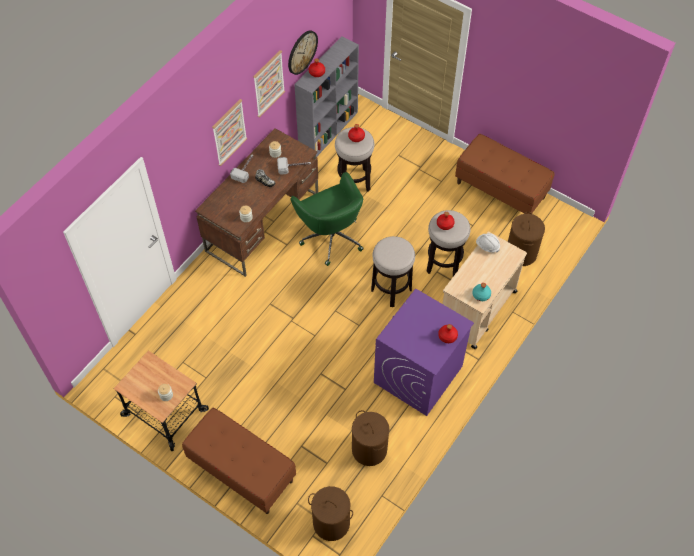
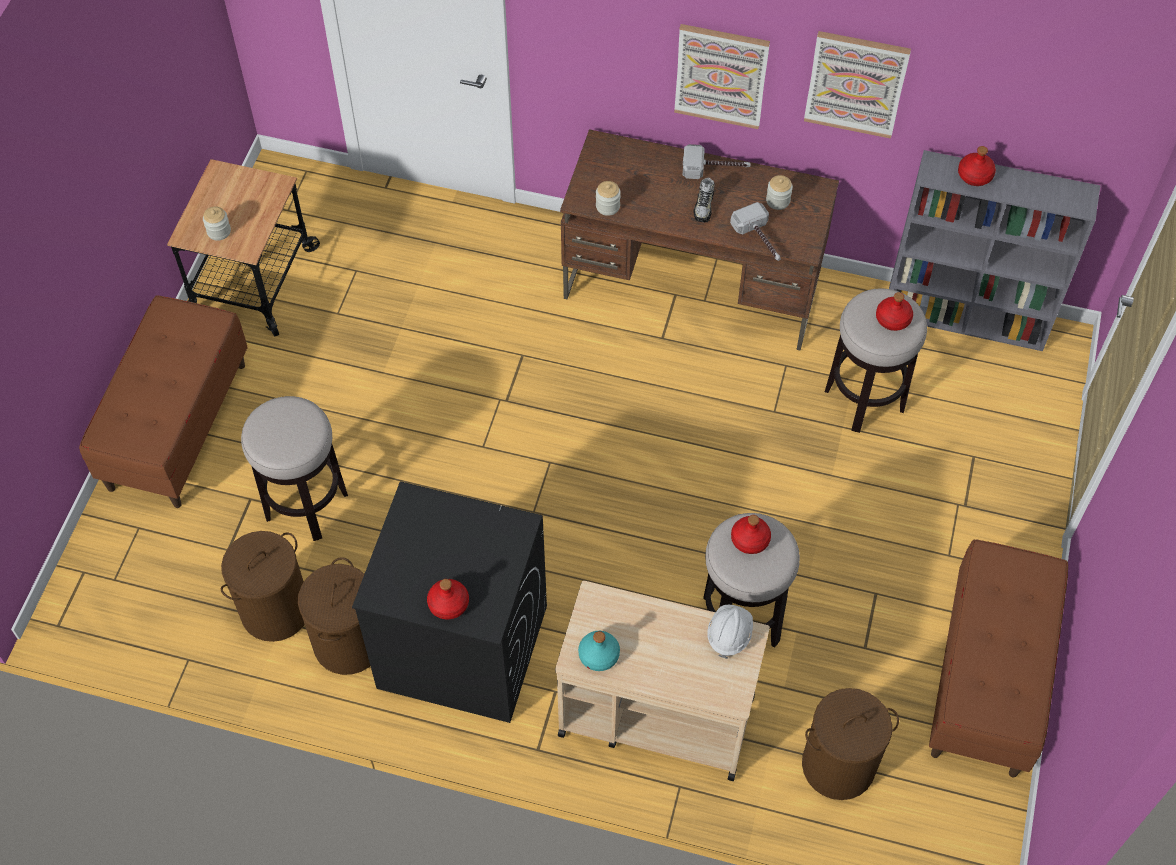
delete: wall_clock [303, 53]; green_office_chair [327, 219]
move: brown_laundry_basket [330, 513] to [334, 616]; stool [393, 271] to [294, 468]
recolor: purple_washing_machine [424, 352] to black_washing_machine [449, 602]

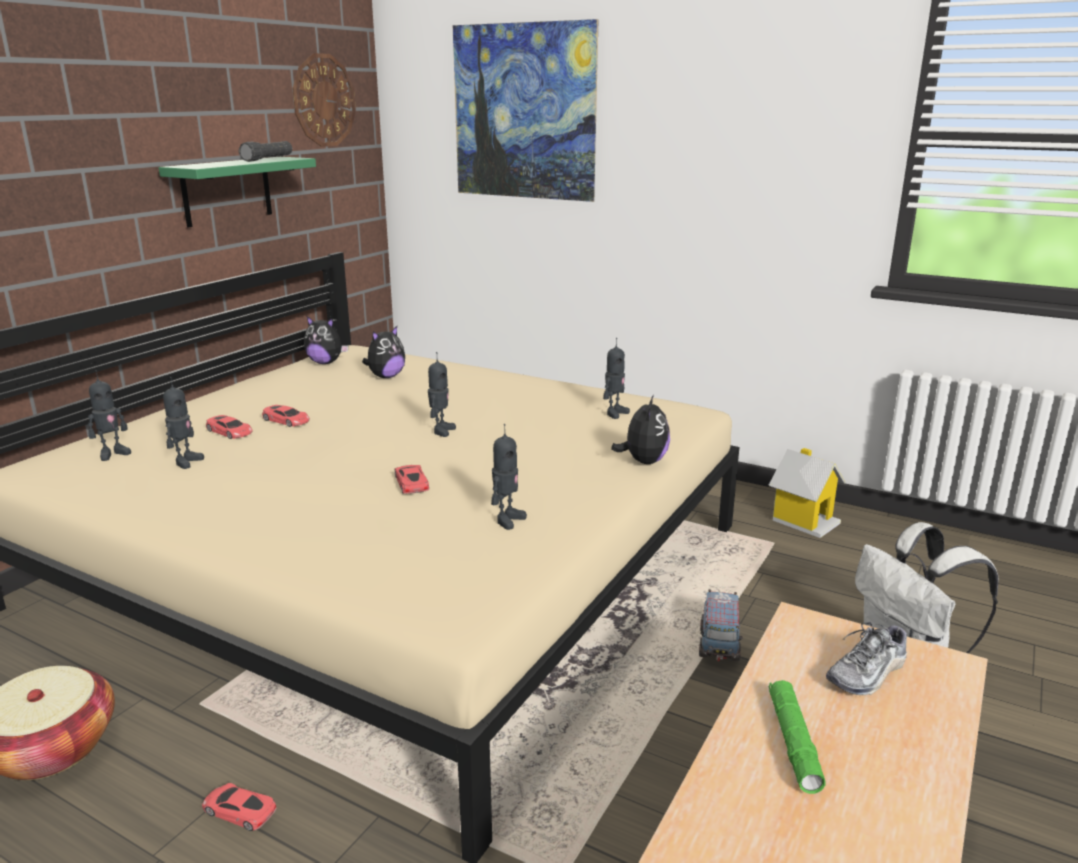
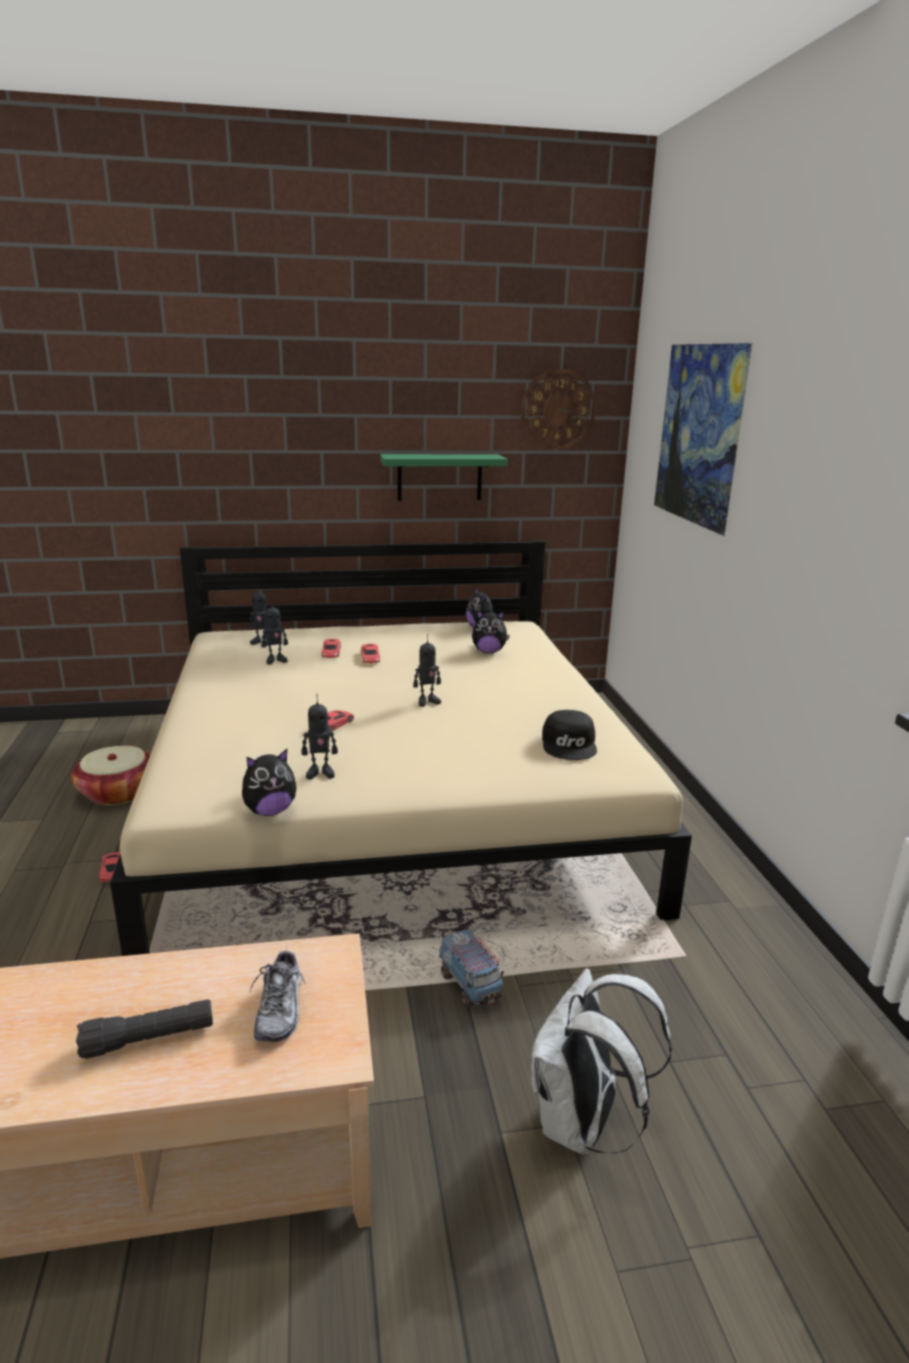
delete: toy_house [807, 493]; green_flashlight [797, 737]
move: black_flashlight [265, 151] to [144, 1029]; plush_toy [640, 429] to [269, 782]
replace: toy_robot [616, 378] to black_cap [569, 735]
rotate: toy_truck [721, 625] = [471, 967] 90 degrees counterclockwise; shoe [866, 658] = [277, 995] 105 degrees counterclockwise

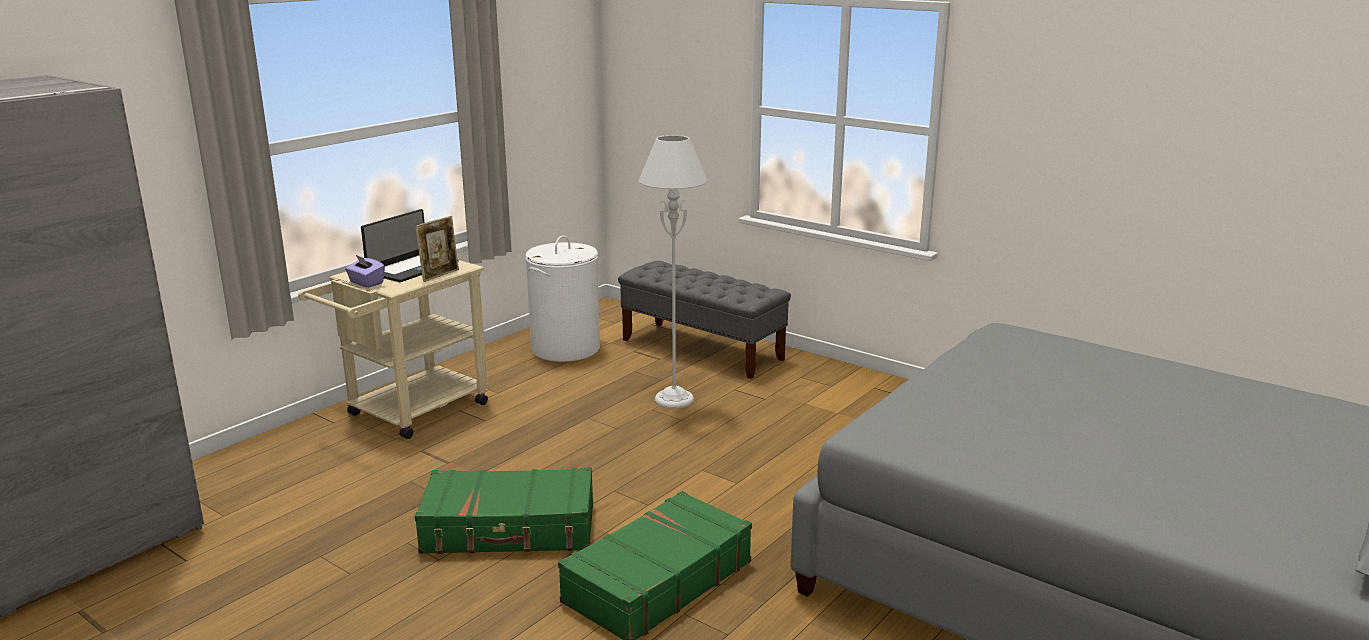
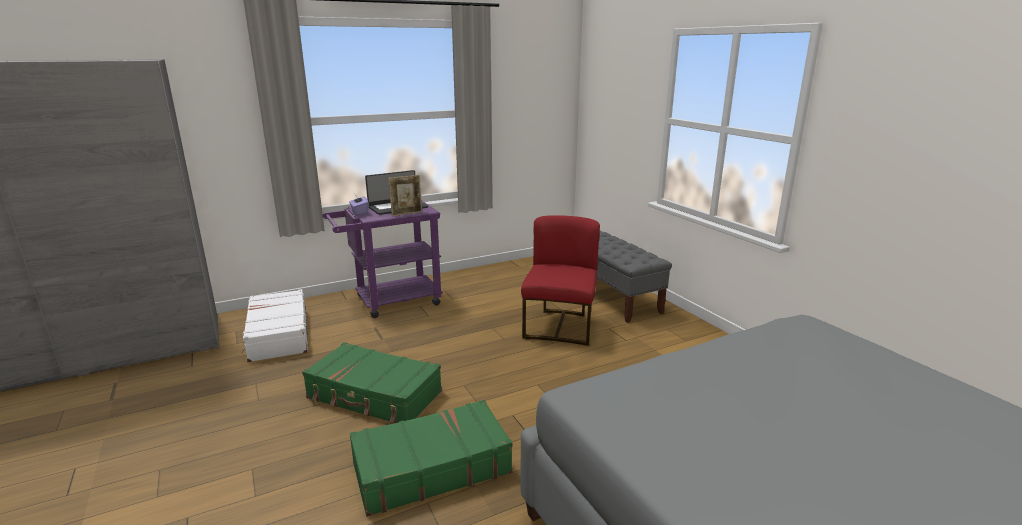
delete: white_laundry_basket [562, 299]
insert: white_suitcase [275, 325]
replace: grey_floor_lamp [673, 271] to red_chair [560, 280]
recolor: beige_cart [393, 349] to purple_cart [382, 259]

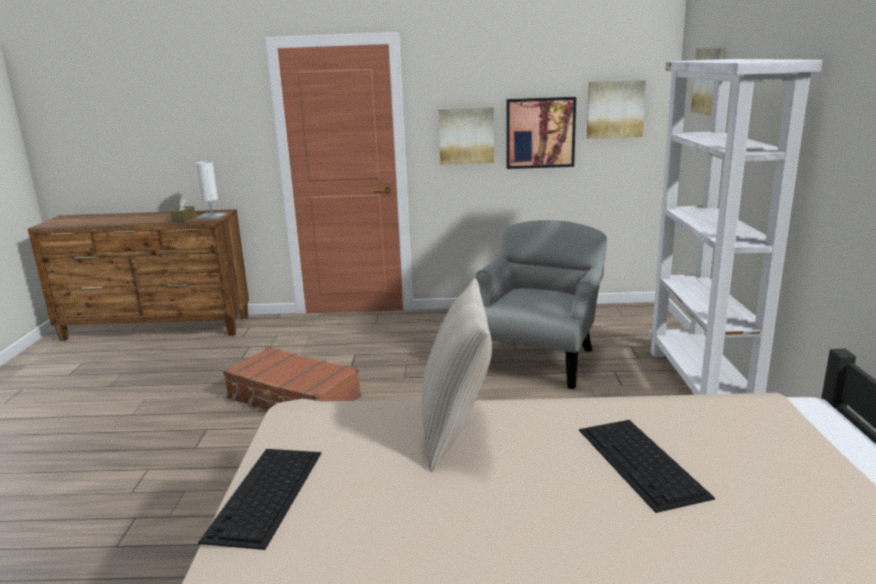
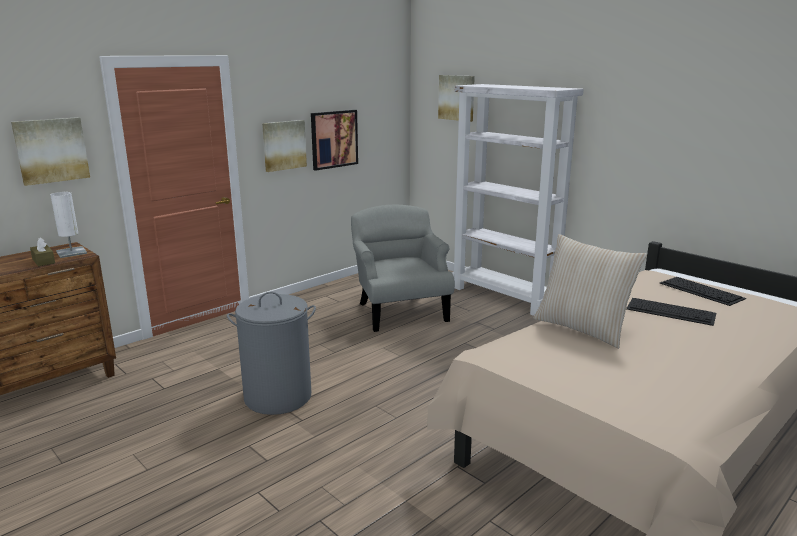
move: keyboard [259, 499] to [703, 291]; picture [616, 109] to [50, 151]
replace: brown_suitcase [292, 378] to grey_laundry_basket [271, 353]

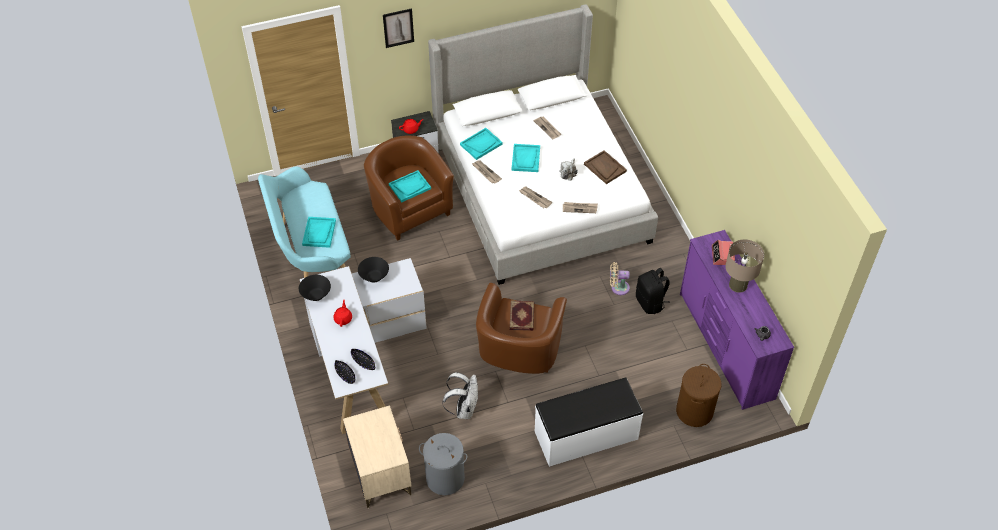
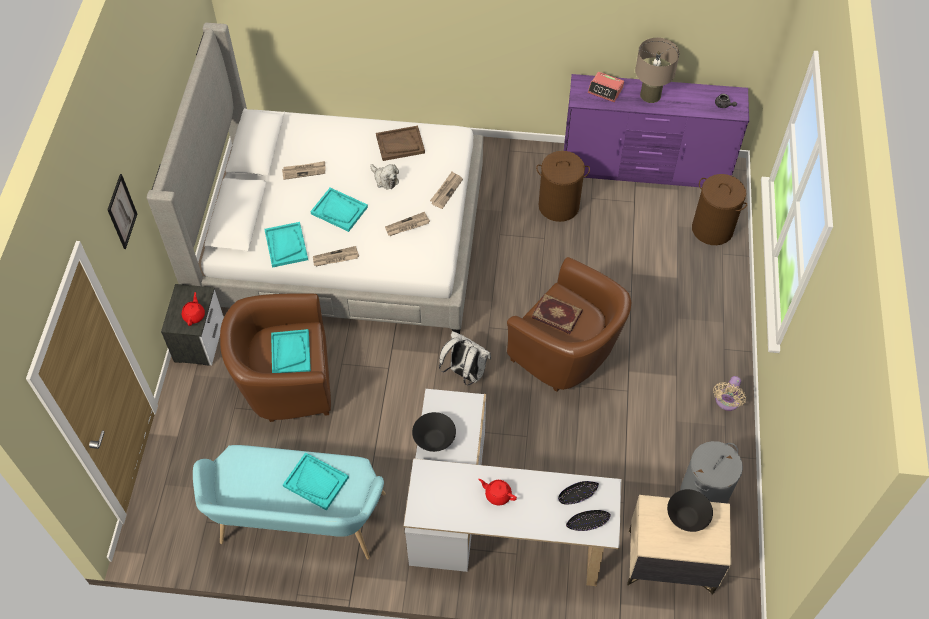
delete: white_bench [589, 422]
move: black_bowl [315, 288] to [690, 510]; white_backpack [460, 395] to [465, 358]; beige_fan [620, 278] to [729, 393]
replace: black_backpack [653, 291] to brown_laundry_basket [563, 186]

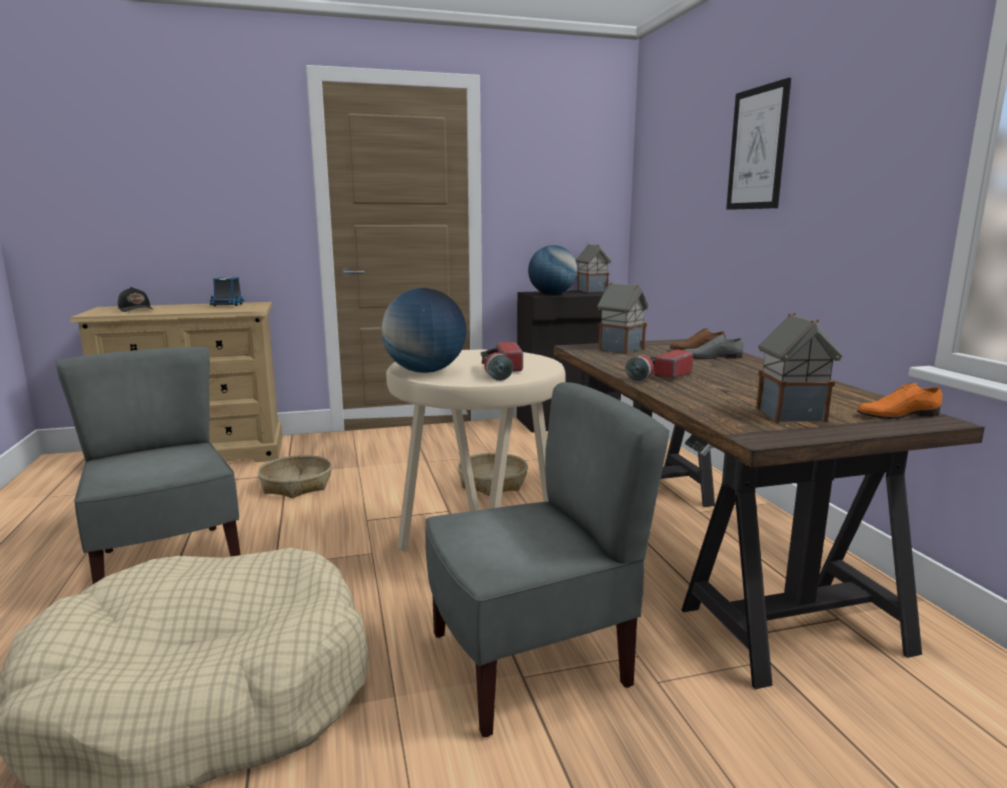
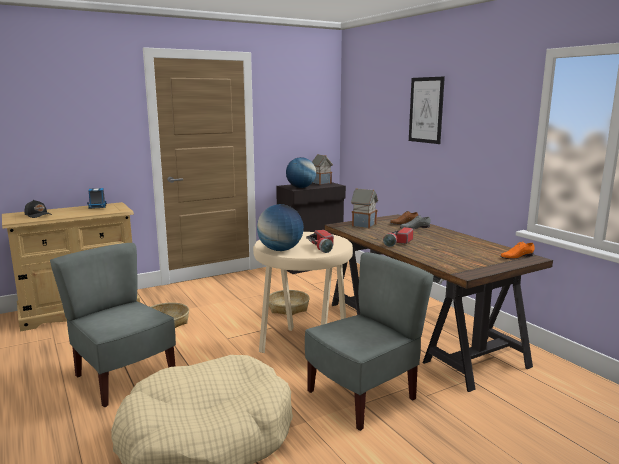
delete: toy_house [799, 367]

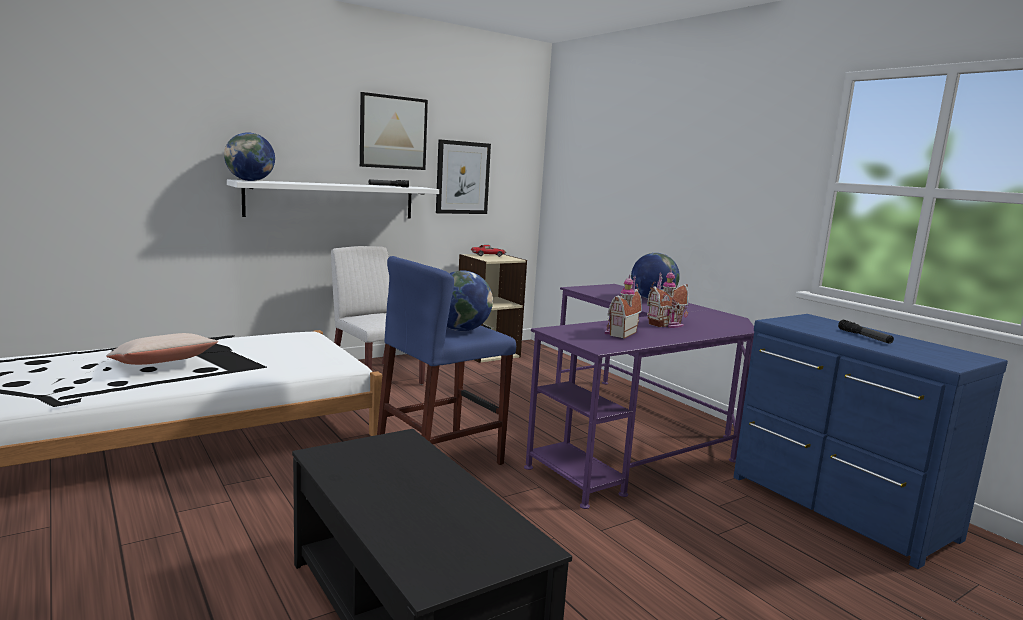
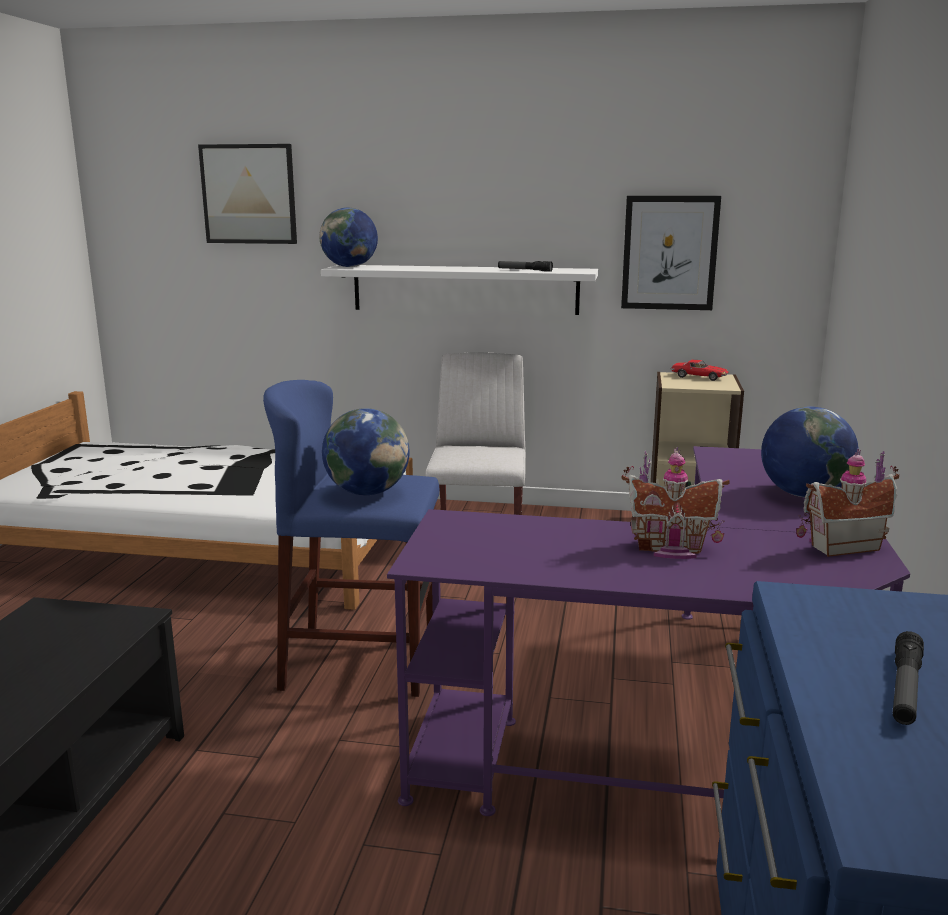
delete: beige_pillow [162, 349]
move: picture [394, 131] to [247, 194]; toy_house [623, 306] to [847, 503]

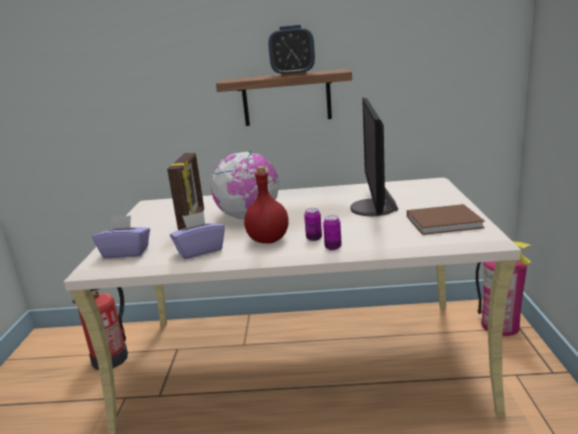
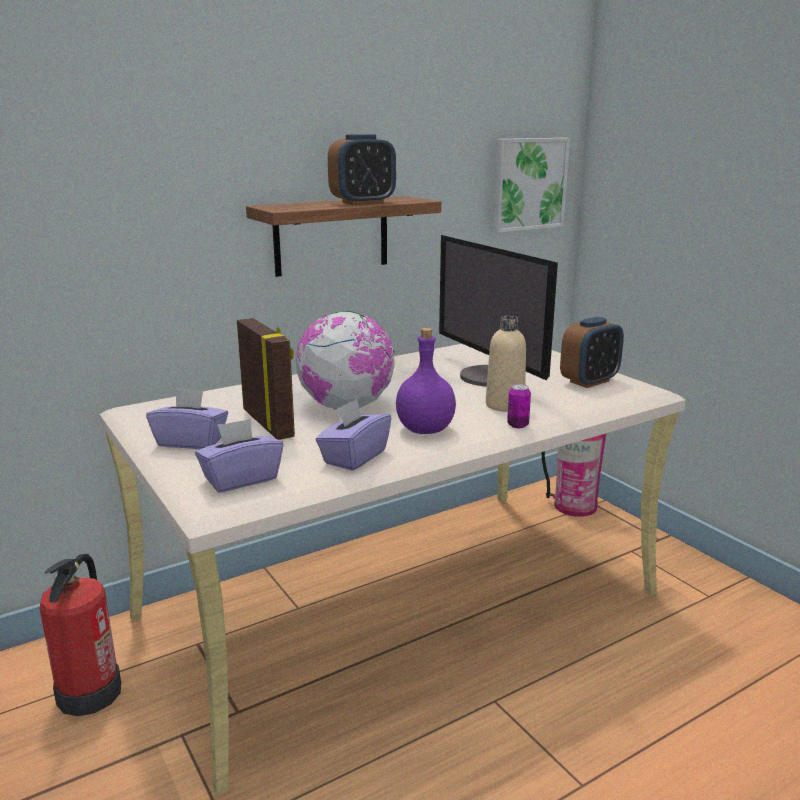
delete: can [313, 224]
insert: purple_tissue_box [187, 418]; beige_bottle [506, 364]; picture [530, 185]
replace: brown_book [446, 219] to alarm_clock [592, 352]
recolor: red_bottle [266, 204] to purple_bottle [426, 381]

